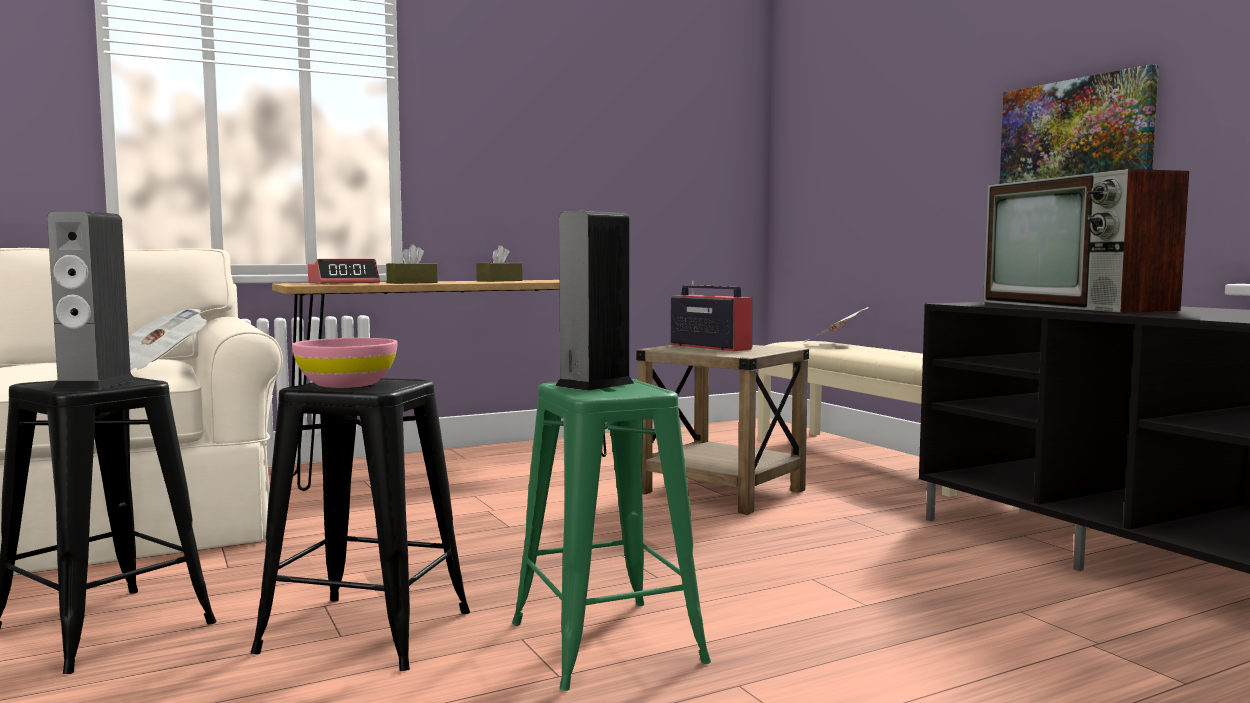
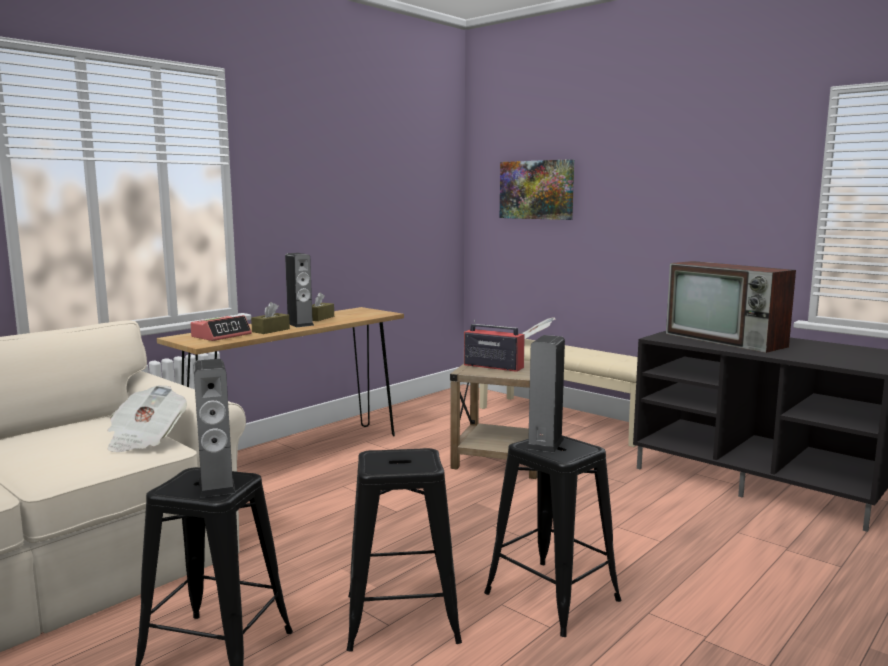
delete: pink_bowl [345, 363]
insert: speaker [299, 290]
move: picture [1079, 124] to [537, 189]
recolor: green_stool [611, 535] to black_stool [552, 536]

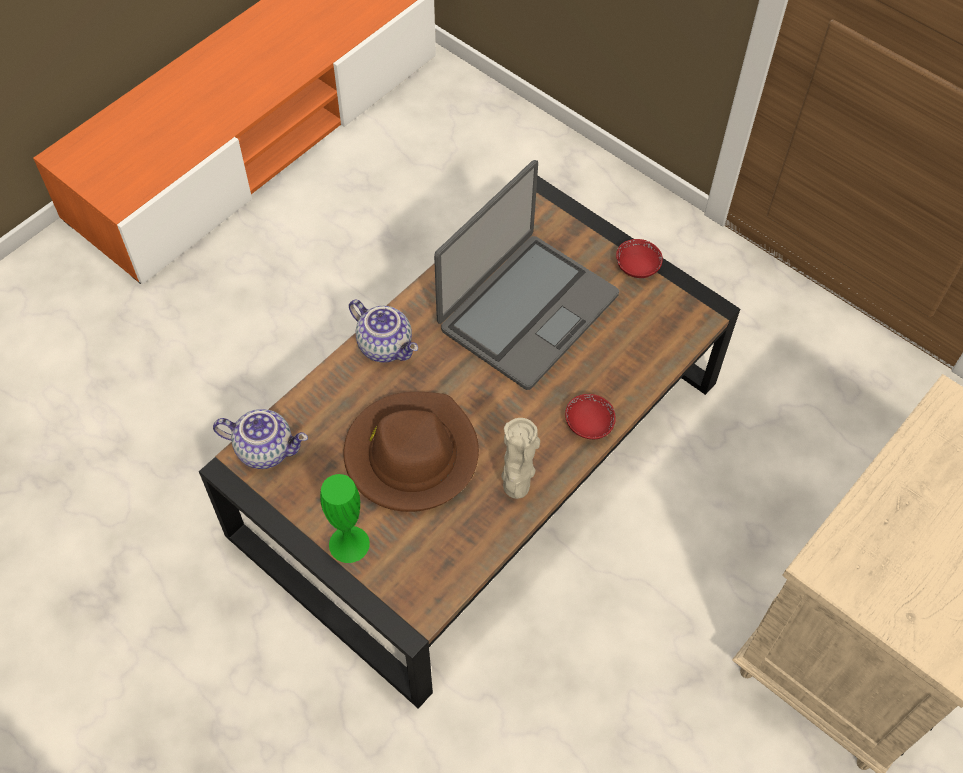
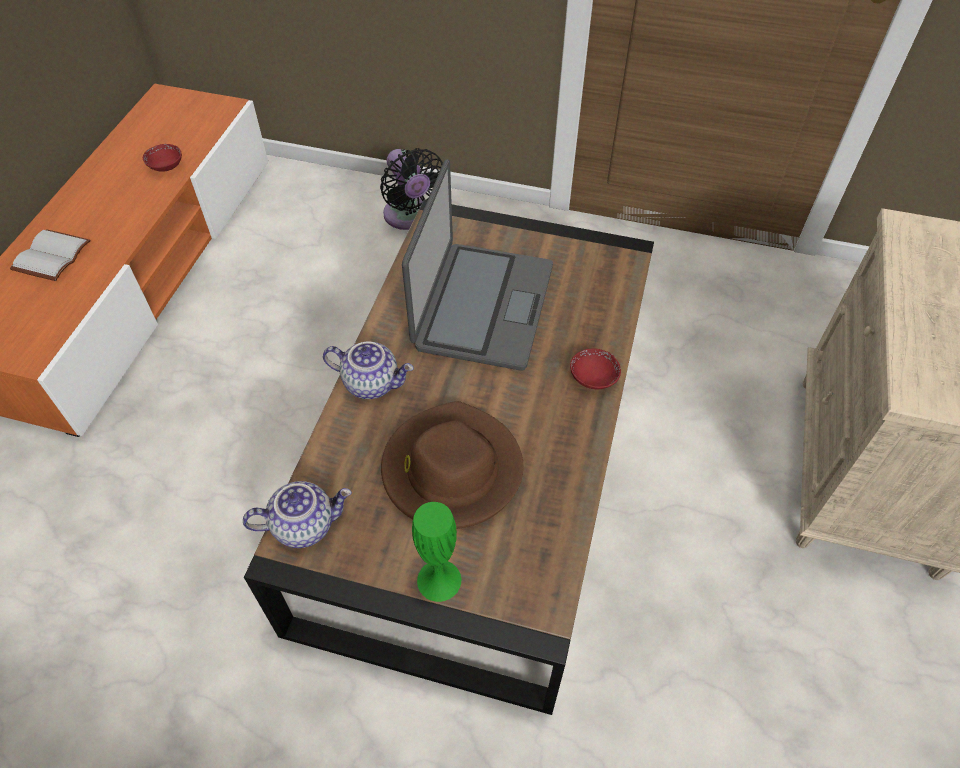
delete: beige_vase [520, 458]
insert: white_book [50, 255]; black_fan [411, 189]
move: red_bowl [639, 258] to [162, 158]

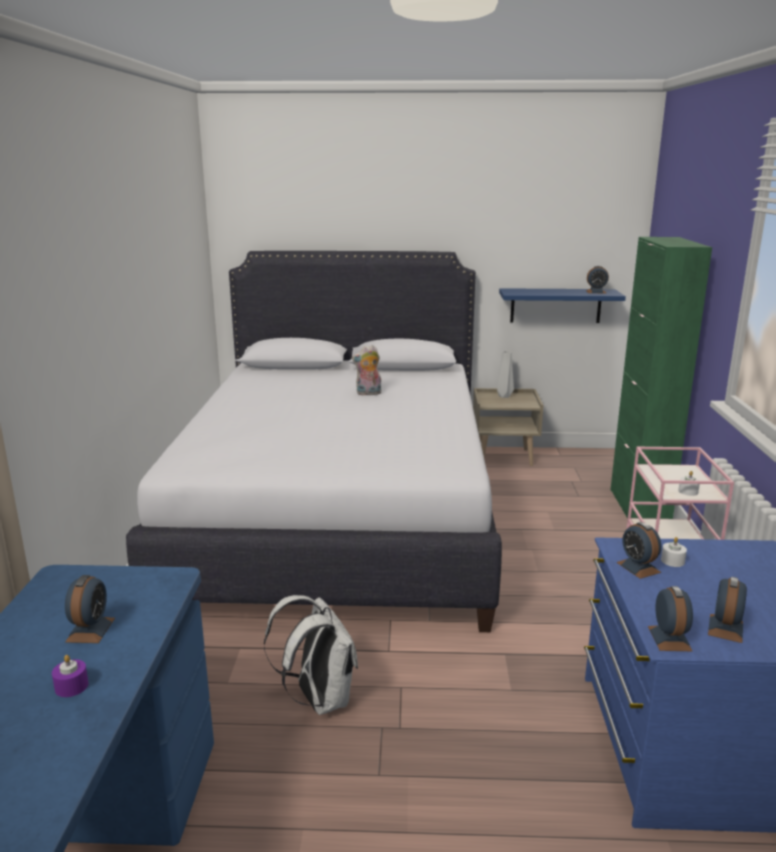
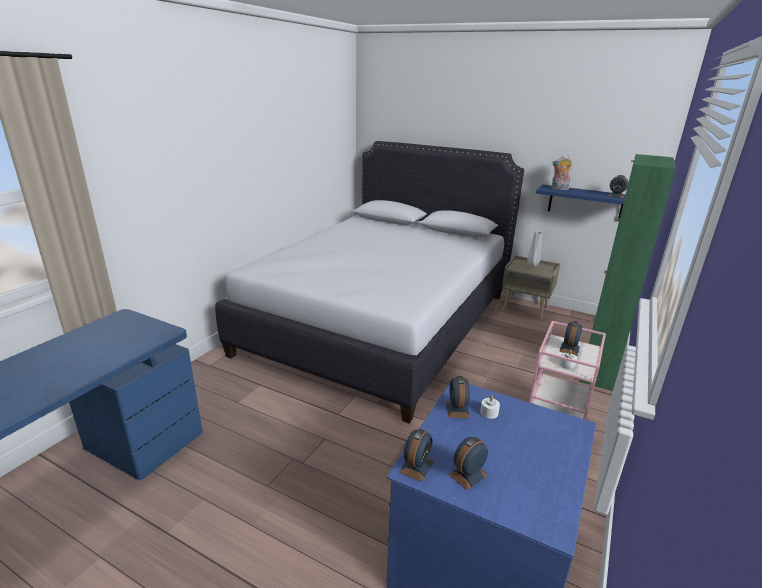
delete: purple_candle [70, 676]; white_backpack [311, 655]
move: alarm_clock [90, 609] to [570, 338]; plush_toy [366, 370] to [562, 172]

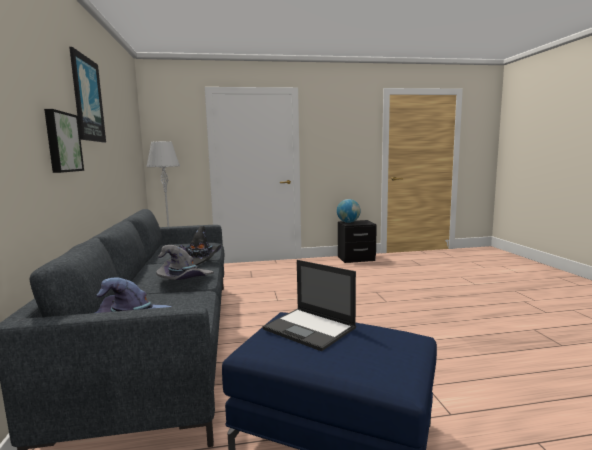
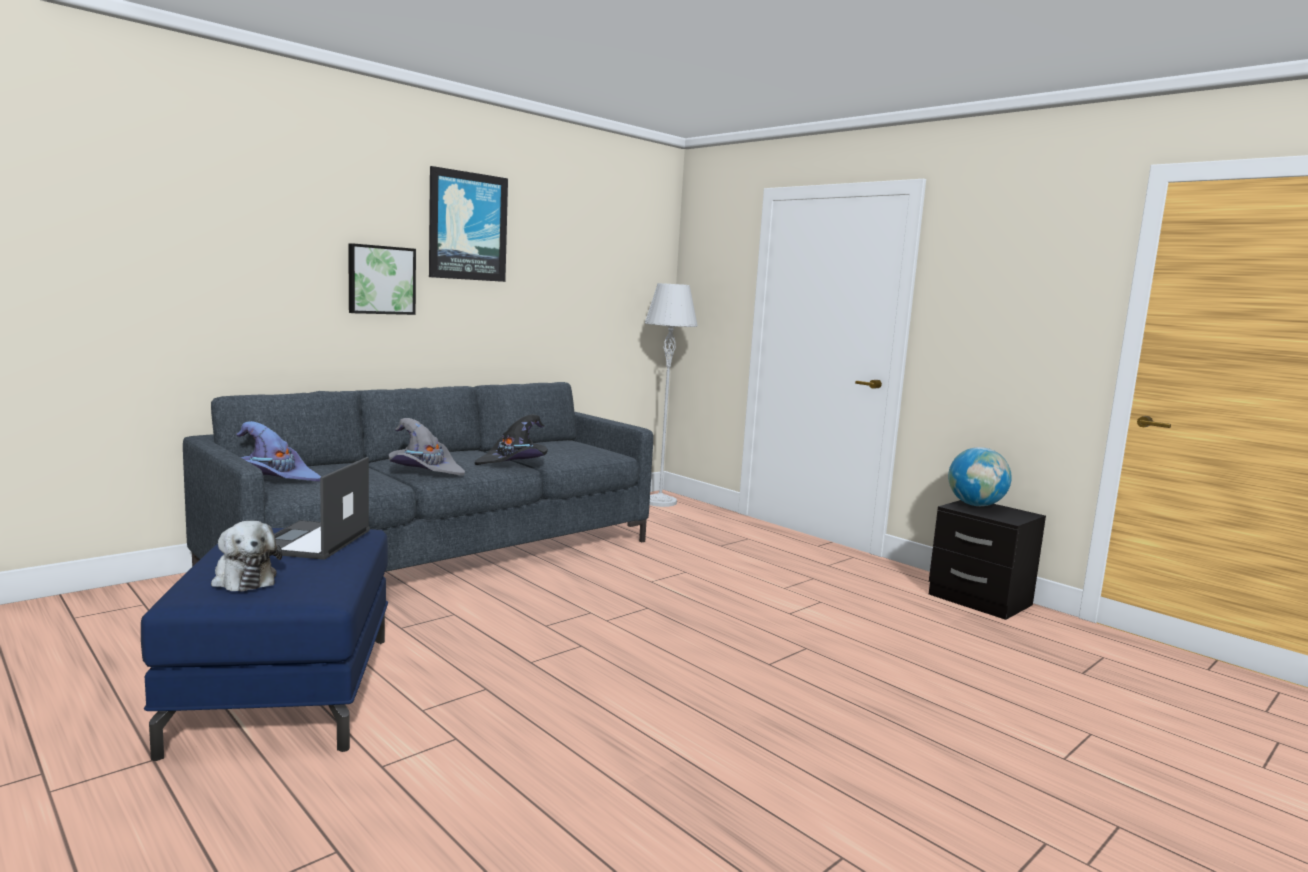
insert: plush_toy [247, 556]

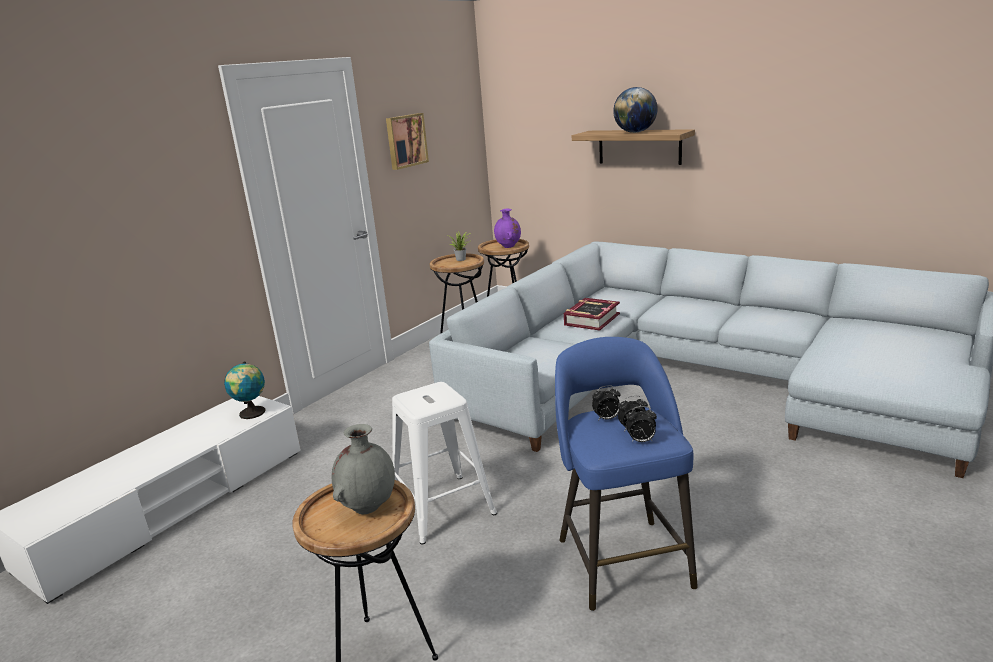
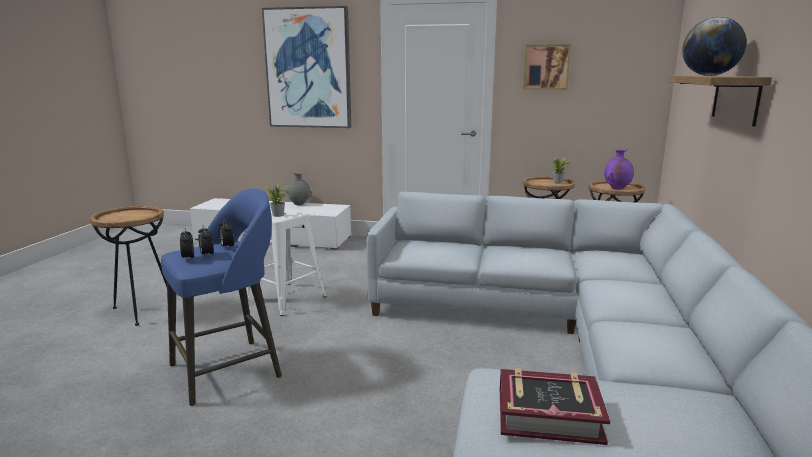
delete: globe [245, 390]
insert: picture [306, 67]; potted_plant [278, 199]
move: grey_vase [363, 469] to [299, 188]; book [592, 314] to [555, 406]

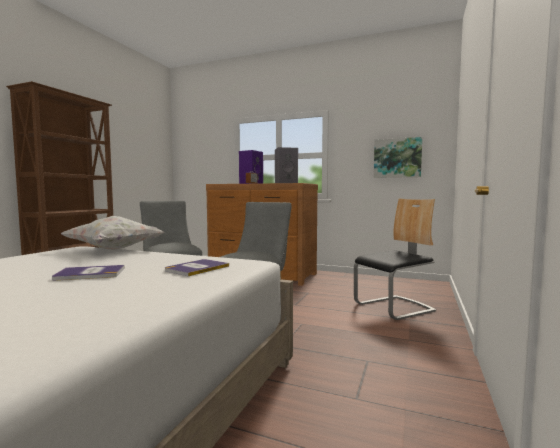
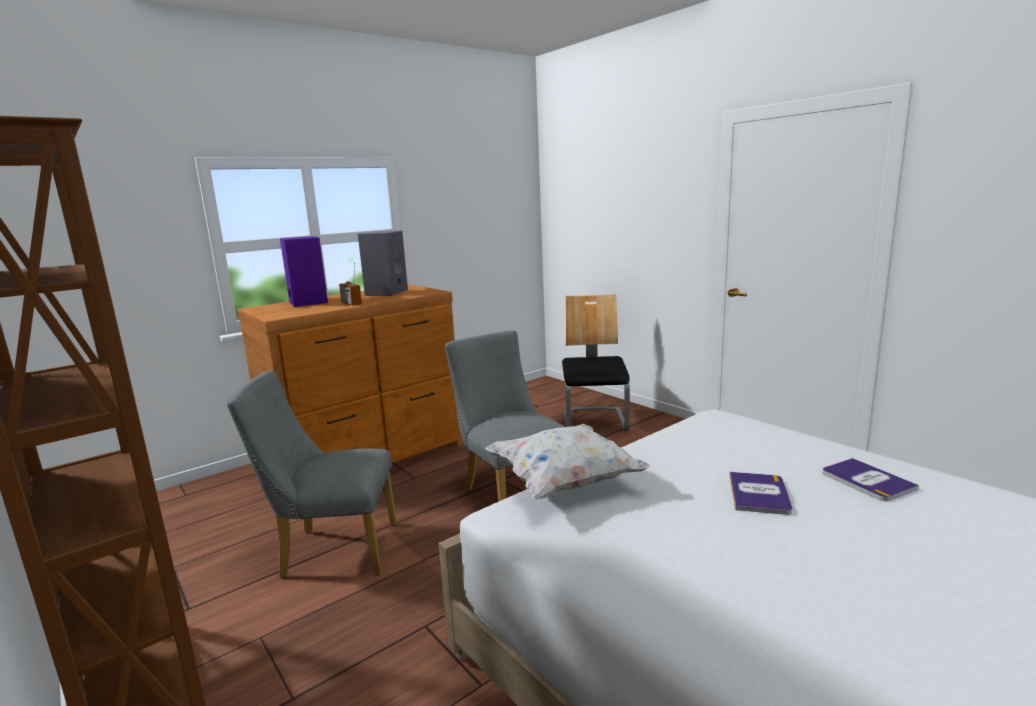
delete: picture [398, 157]
move: book [197, 267] to [870, 479]

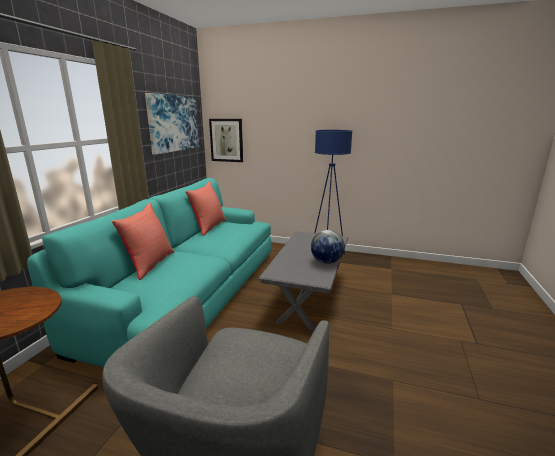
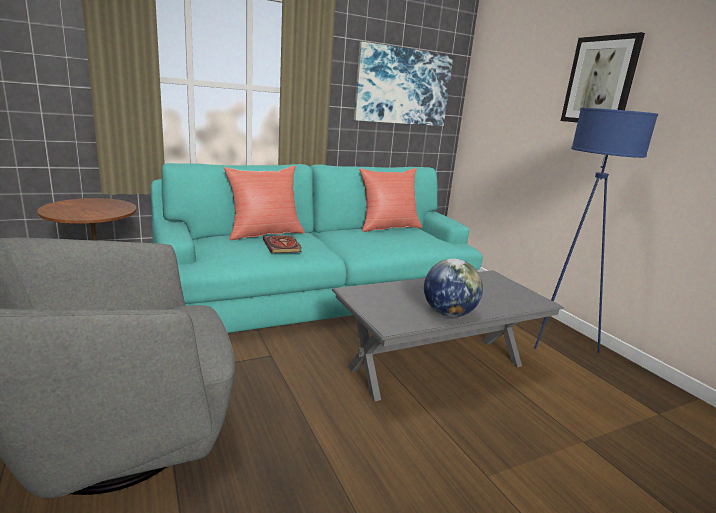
insert: book [282, 244]
move: picture [226, 140] to [603, 77]

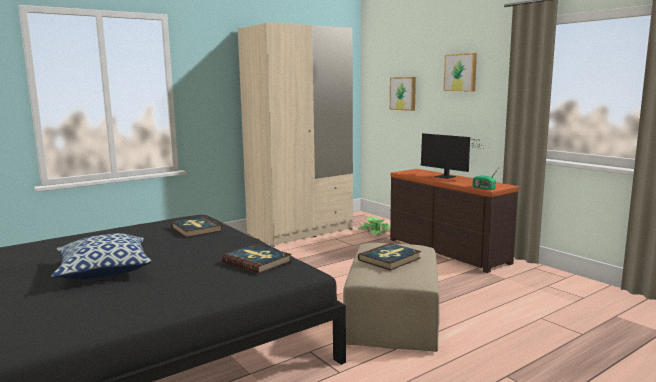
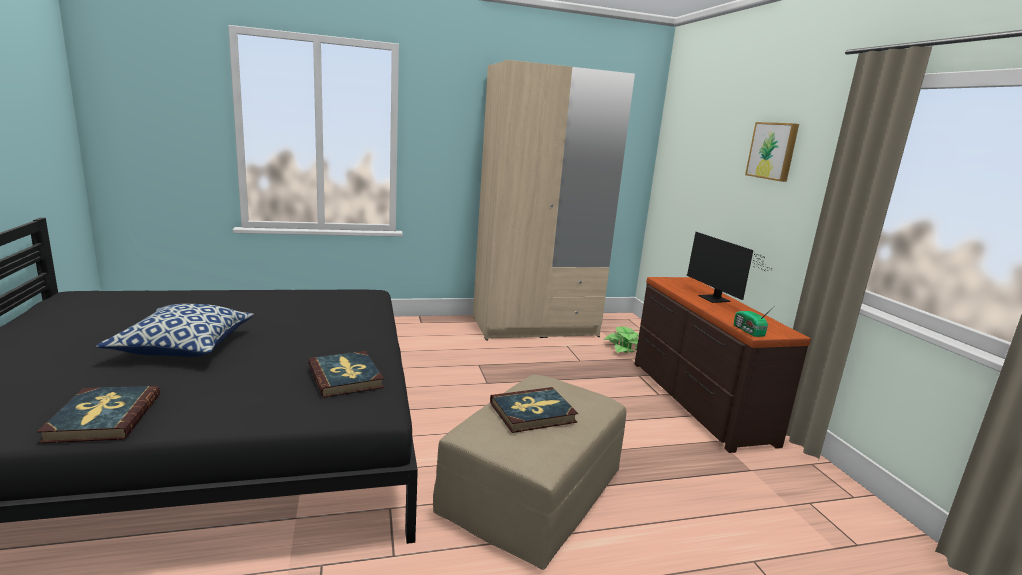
delete: picture [403, 94]
move: book [196, 227] to [98, 415]

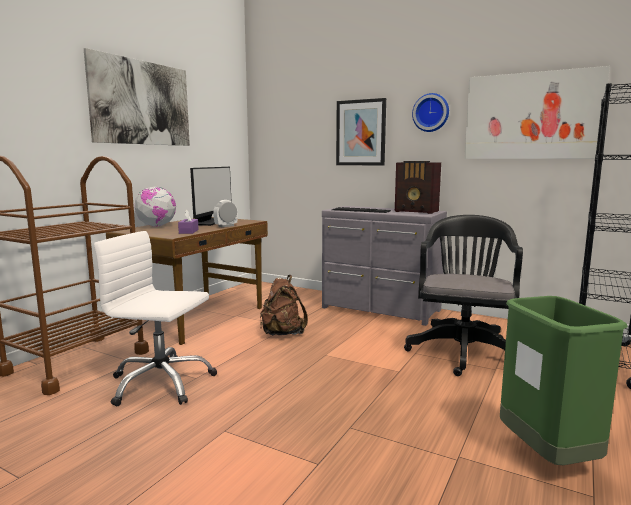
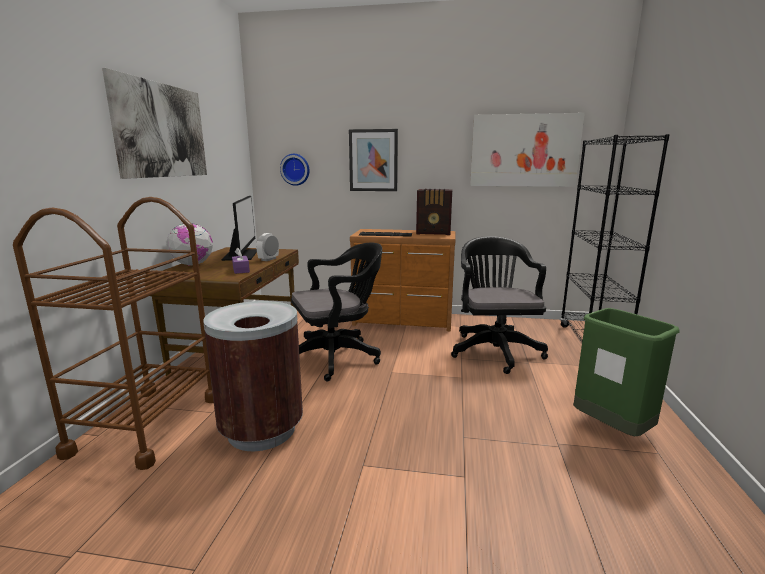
move: wall_clock [430, 112] to [295, 170]
replace: white_office_chair [155, 318] to brown_trash_can [253, 376]; brown_backpack [284, 305] to black_office_chair [336, 312]
recolor: grey_dresser [384, 266] to brown_dresser [403, 280]

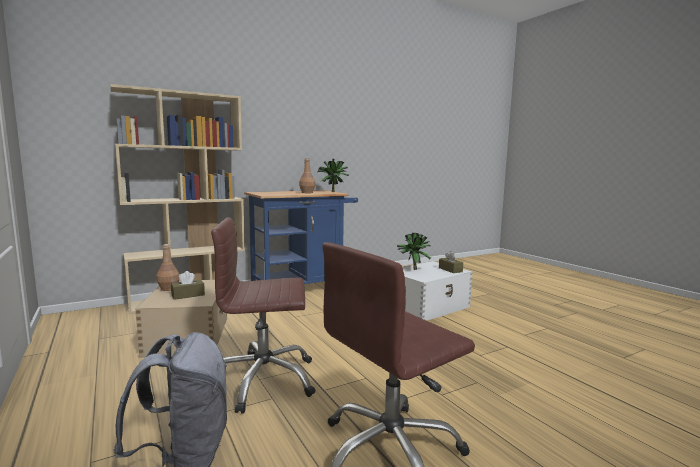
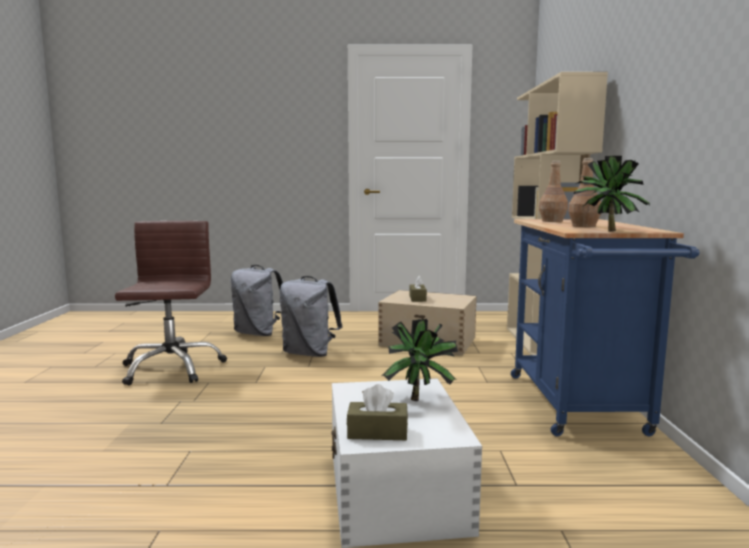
move: brown_bottle [168, 267] to [553, 191]
replace: brown_office_chair [263, 315] to grey_backpack [310, 316]

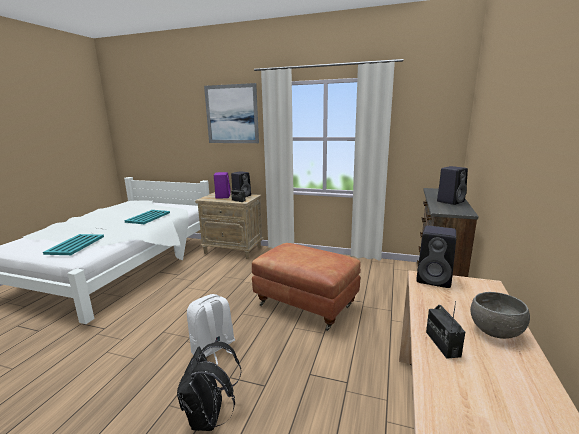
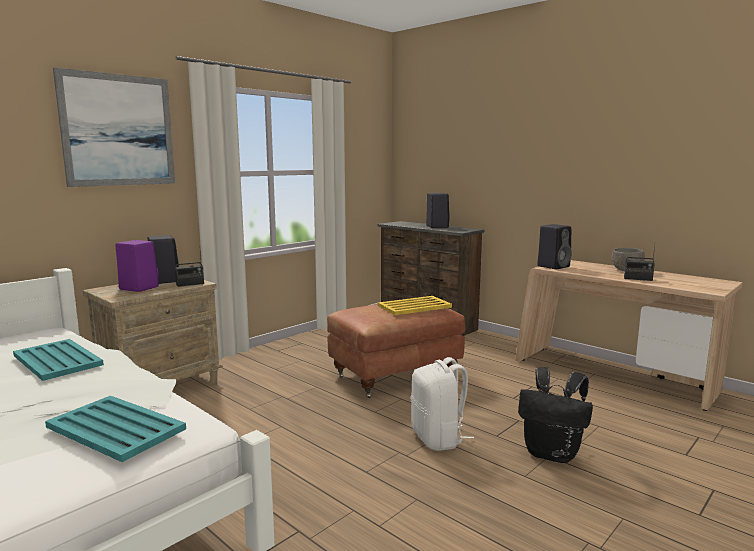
insert: yellow_tray [415, 305]

